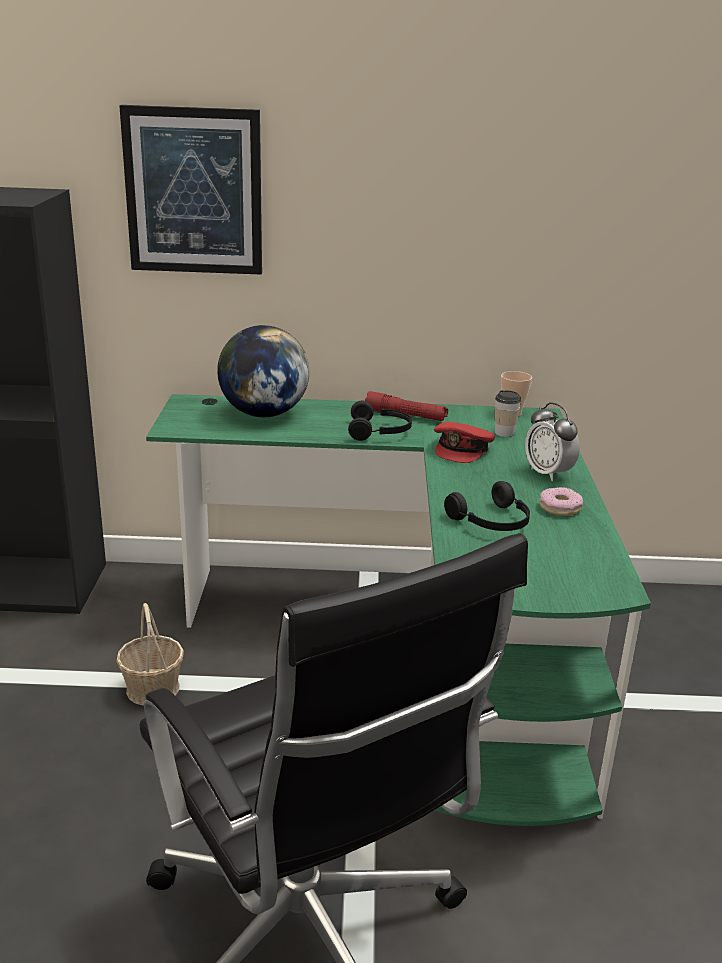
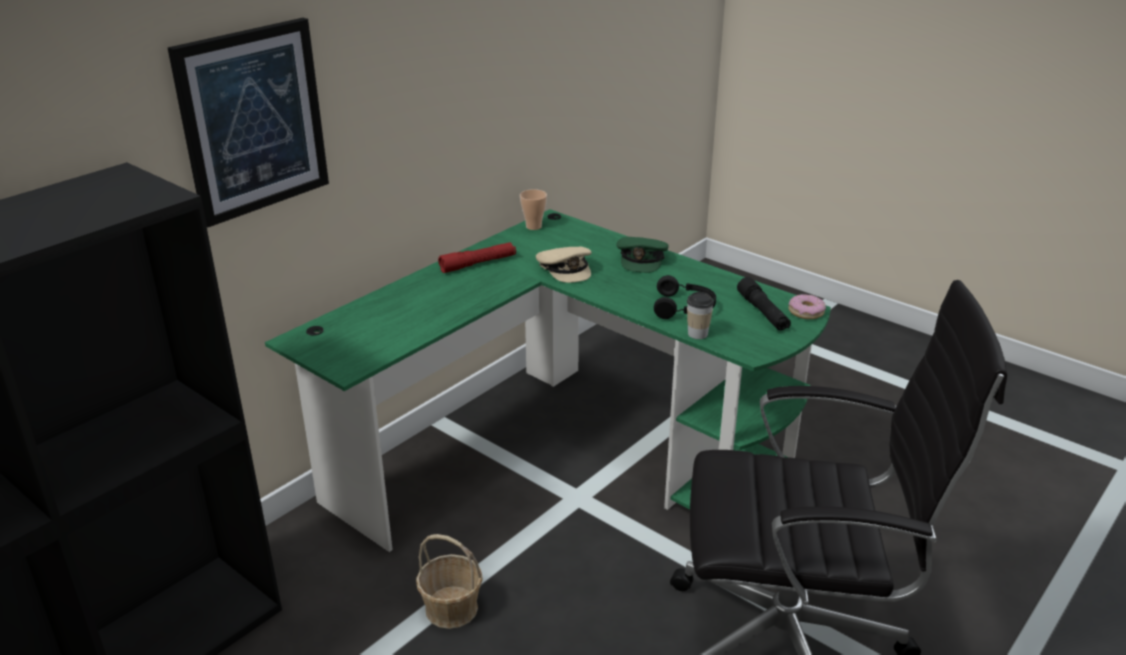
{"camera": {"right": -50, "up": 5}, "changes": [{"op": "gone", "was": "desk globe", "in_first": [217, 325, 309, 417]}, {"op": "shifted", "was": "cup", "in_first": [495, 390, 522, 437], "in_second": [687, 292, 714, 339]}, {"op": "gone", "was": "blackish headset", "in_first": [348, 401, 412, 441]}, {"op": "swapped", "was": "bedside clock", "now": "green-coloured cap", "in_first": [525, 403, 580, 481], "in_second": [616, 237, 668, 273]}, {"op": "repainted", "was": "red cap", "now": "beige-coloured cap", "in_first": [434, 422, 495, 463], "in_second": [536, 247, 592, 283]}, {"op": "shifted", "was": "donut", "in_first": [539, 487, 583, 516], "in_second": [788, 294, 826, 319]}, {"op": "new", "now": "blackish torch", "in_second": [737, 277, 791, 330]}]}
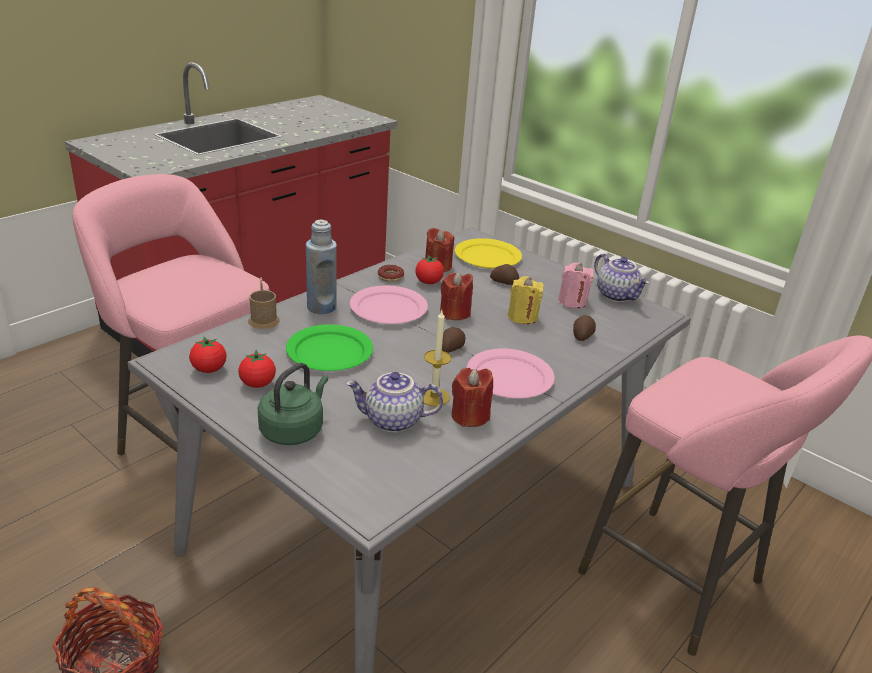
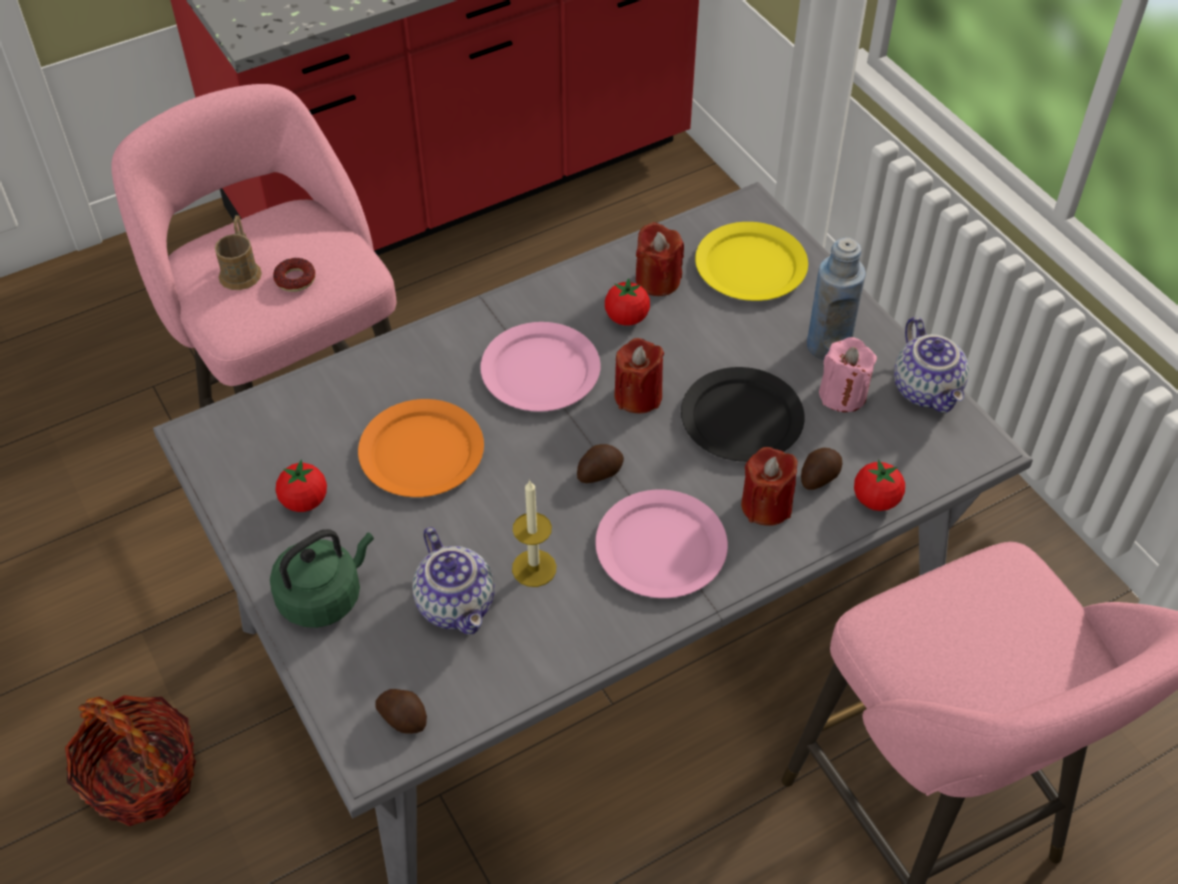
{"camera": {"right": 20, "up": 20}, "changes": [{"op": "shifted", "was": "blue beverage bottle", "in_first": [306, 220, 337, 314], "in_second": [807, 238, 866, 360]}, {"op": "shifted", "was": "spud", "in_first": [490, 264, 519, 285], "in_second": [375, 689, 427, 734]}, {"op": "shifted", "was": "donut", "in_first": [378, 265, 404, 282], "in_second": [273, 258, 315, 292]}, {"op": "swapped", "was": "yellow-coloured wax light", "now": "blackish plate", "in_first": [508, 276, 544, 324], "in_second": [681, 367, 805, 462]}, {"op": "shifted", "was": "brown-coloured tea mug", "in_first": [248, 277, 280, 329], "in_second": [215, 215, 262, 290]}, {"op": "repainted", "was": "green-coloured plate", "now": "orangey plate", "in_first": [286, 325, 373, 371], "in_second": [358, 399, 484, 497]}, {"op": "shifted", "was": "whole tomato", "in_first": [189, 337, 227, 373], "in_second": [854, 460, 905, 511]}, {"op": "shifted", "was": "red wax light", "in_first": [451, 368, 493, 427], "in_second": [741, 447, 798, 526]}, {"op": "rotated", "was": "tea pot", "in_first": [346, 372, 443, 433], "in_second": [412, 527, 495, 635], "clockwise": -135}]}
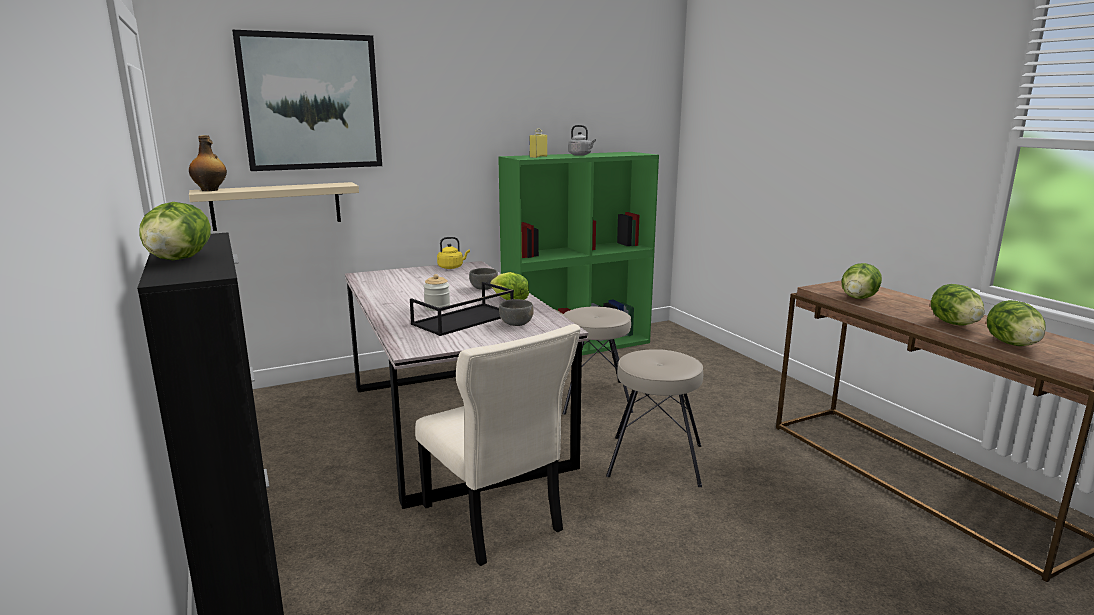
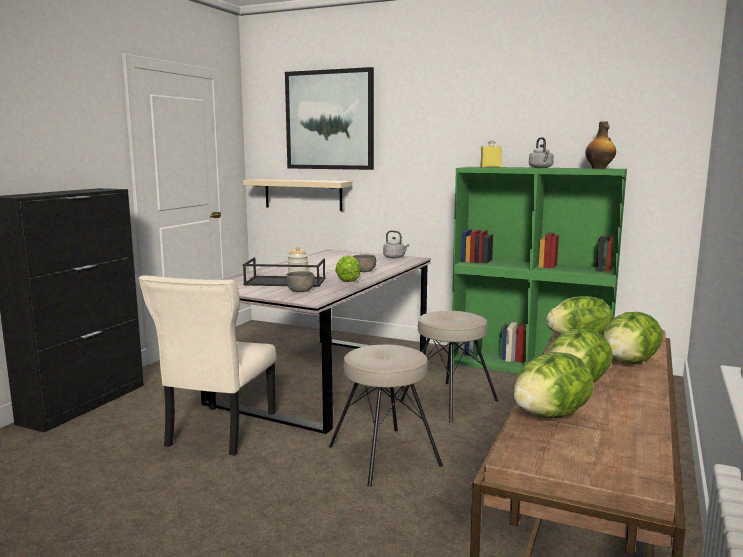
{"camera": {"right": 50, "up": -5}, "changes": [{"op": "shifted", "was": "beverage bottle", "in_first": [189, 135, 227, 191], "in_second": [585, 121, 616, 169]}, {"op": "shifted", "was": "lettuce", "in_first": [139, 202, 211, 260], "in_second": [603, 312, 663, 364]}, {"op": "repainted", "was": "yellow-coloured kettle", "now": "grey kettle", "in_first": [437, 237, 470, 269], "in_second": [383, 230, 409, 258]}]}
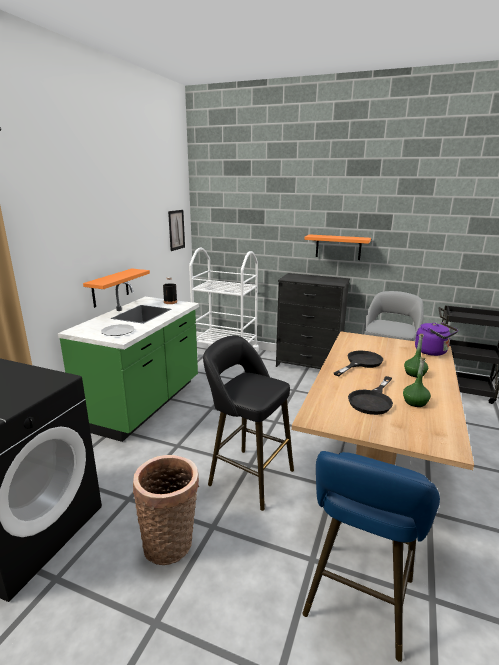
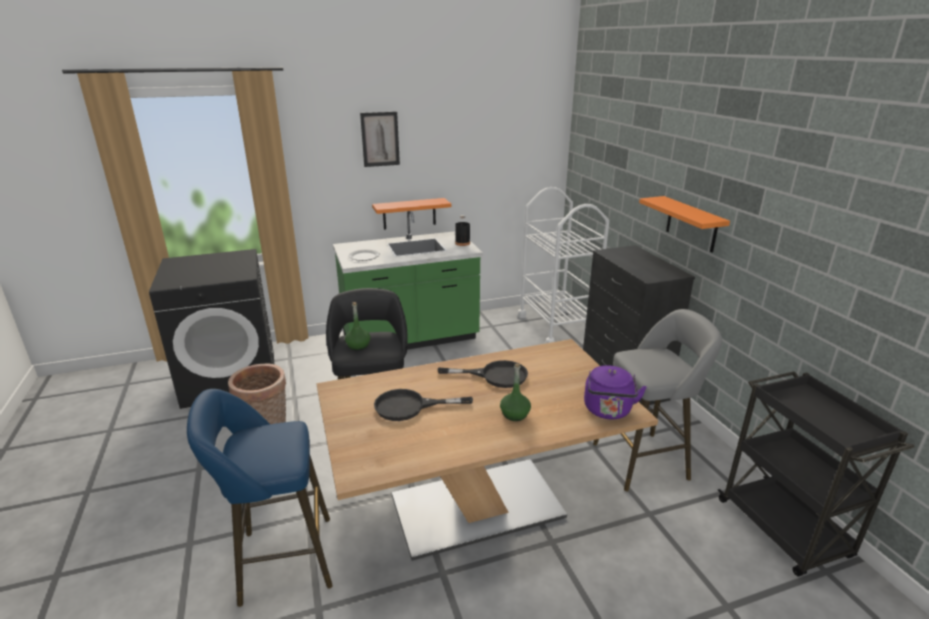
{"camera": {"right": 50, "up": 5}, "changes": [{"op": "shifted", "was": "wall picture", "in_first": [168, 210, 185, 251], "in_second": [360, 112, 400, 167]}, {"op": "shifted", "was": "green-coloured beverage bottle", "in_first": [403, 357, 431, 407], "in_second": [345, 302, 370, 350]}]}
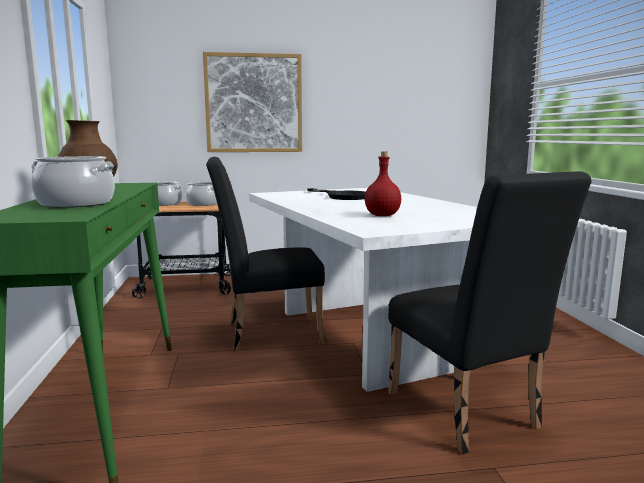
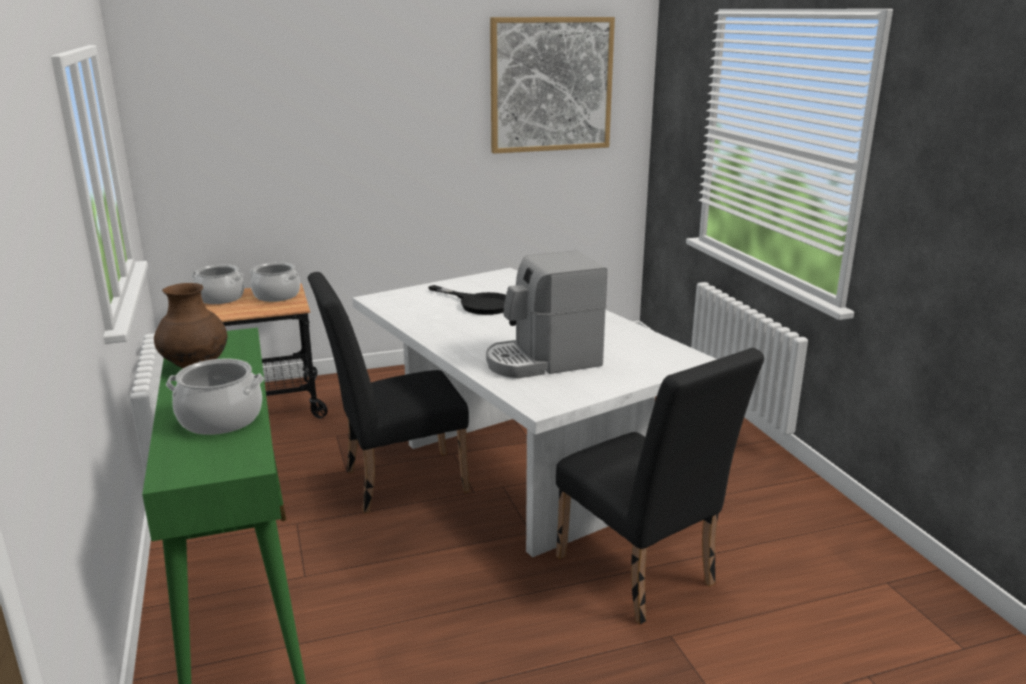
{"camera": {"right": -10, "up": 10}, "changes": [{"op": "shifted", "was": "wall picture", "in_first": [203, 52, 302, 152], "in_second": [490, 17, 615, 154]}, {"op": "swapped", "was": "red beverage bottle", "now": "coffee maker", "in_first": [365, 152, 401, 216], "in_second": [486, 250, 607, 378]}]}
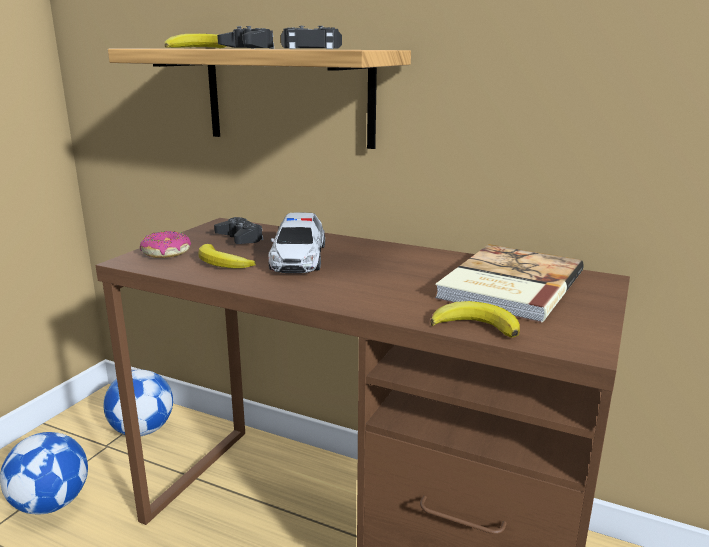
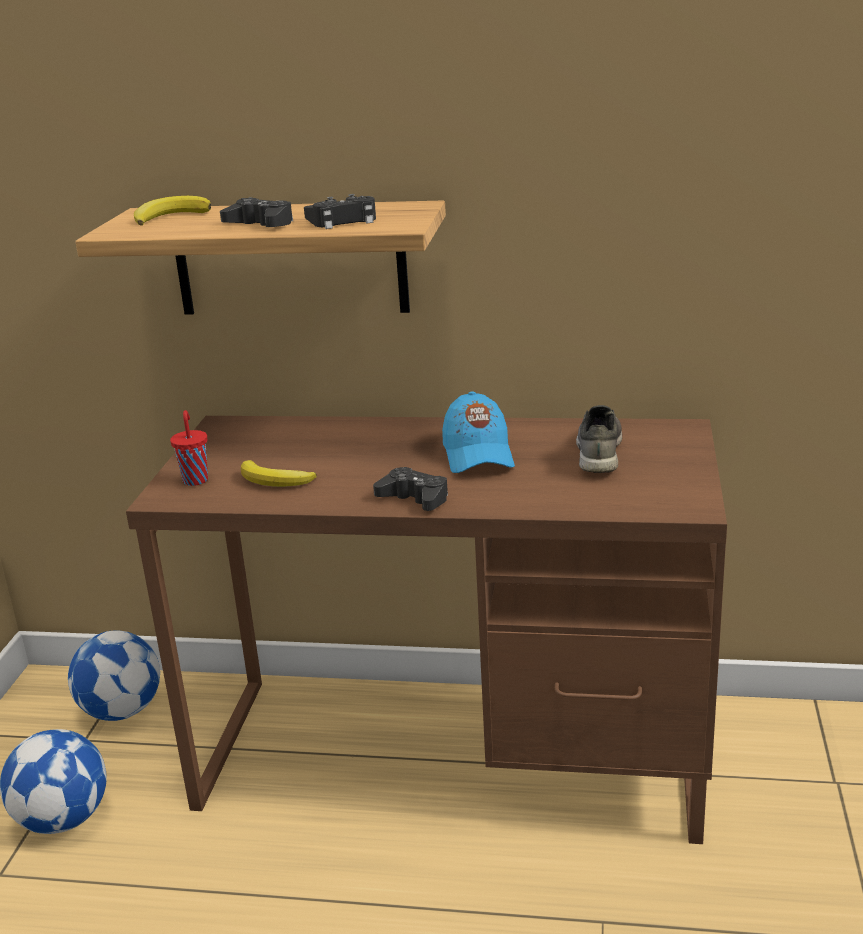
{"camera": {"right": -15, "up": 5}, "changes": [{"op": "gone", "was": "toy car", "in_first": [269, 212, 325, 273]}, {"op": "shifted", "was": "blackish joypad", "in_first": [214, 217, 264, 244], "in_second": [373, 467, 448, 511]}, {"op": "swapped", "was": "donut", "now": "red cup", "in_first": [140, 231, 191, 258], "in_second": [170, 410, 208, 486]}, {"op": "swapped", "was": "volume", "now": "grey shoe", "in_first": [435, 244, 584, 323], "in_second": [576, 405, 622, 473]}, {"op": "gone", "was": "whole banana", "in_first": [430, 301, 520, 338]}, {"op": "new", "now": "blue cap", "in_second": [442, 391, 515, 473]}]}
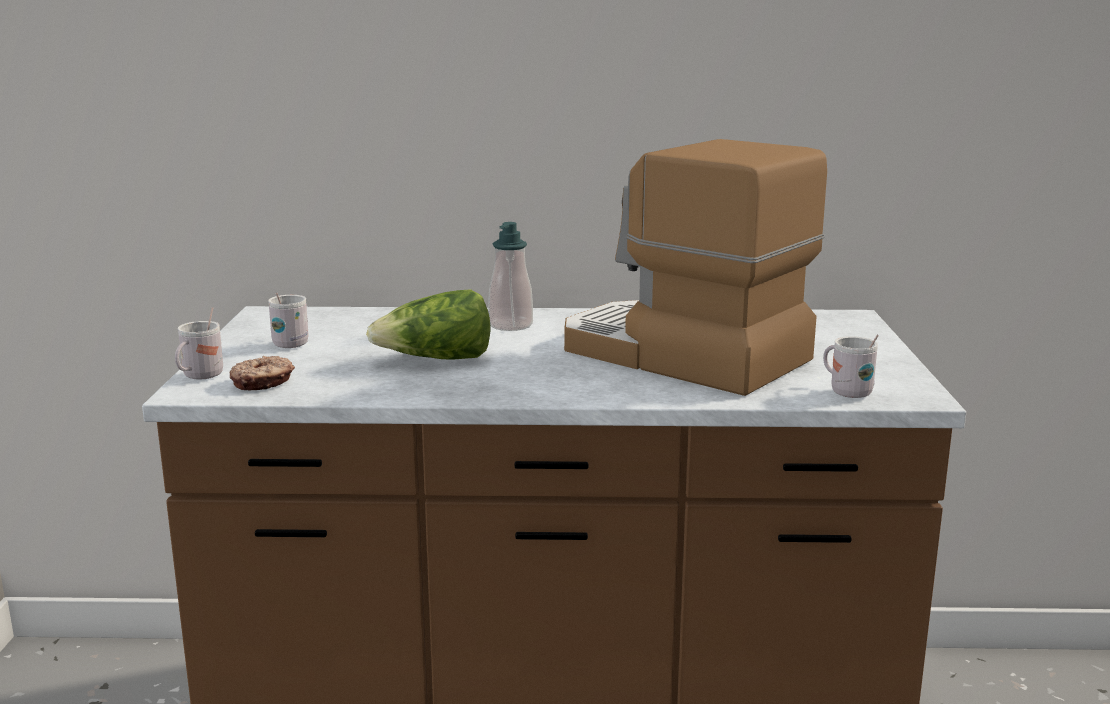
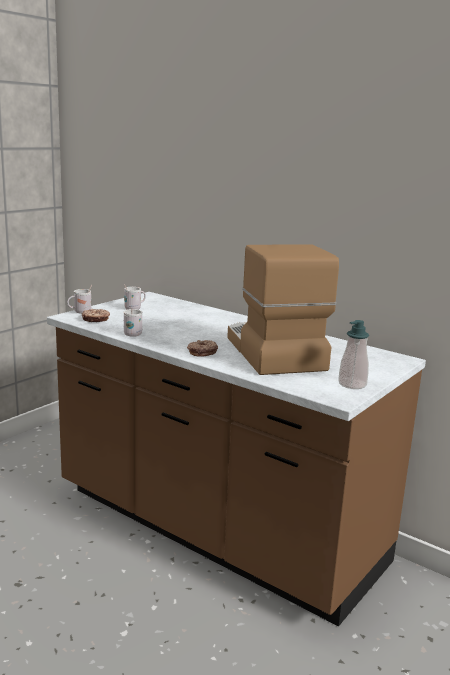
{"camera": {"right": 35, "up": 0}, "changes": [{"op": "shifted", "was": "soap dispenser", "in_first": [488, 222, 533, 331], "in_second": [338, 320, 369, 389]}, {"op": "gone", "was": "lettuce", "in_first": [366, 289, 490, 360]}, {"op": "shifted", "was": "white tea mug", "in_first": [823, 335, 879, 398], "in_second": [124, 308, 142, 337]}, {"op": "new", "now": "donut", "in_second": [187, 340, 218, 357]}]}
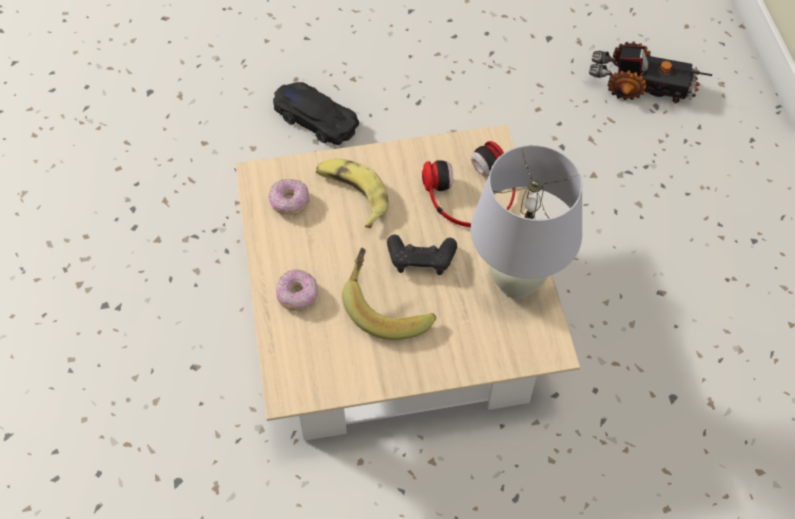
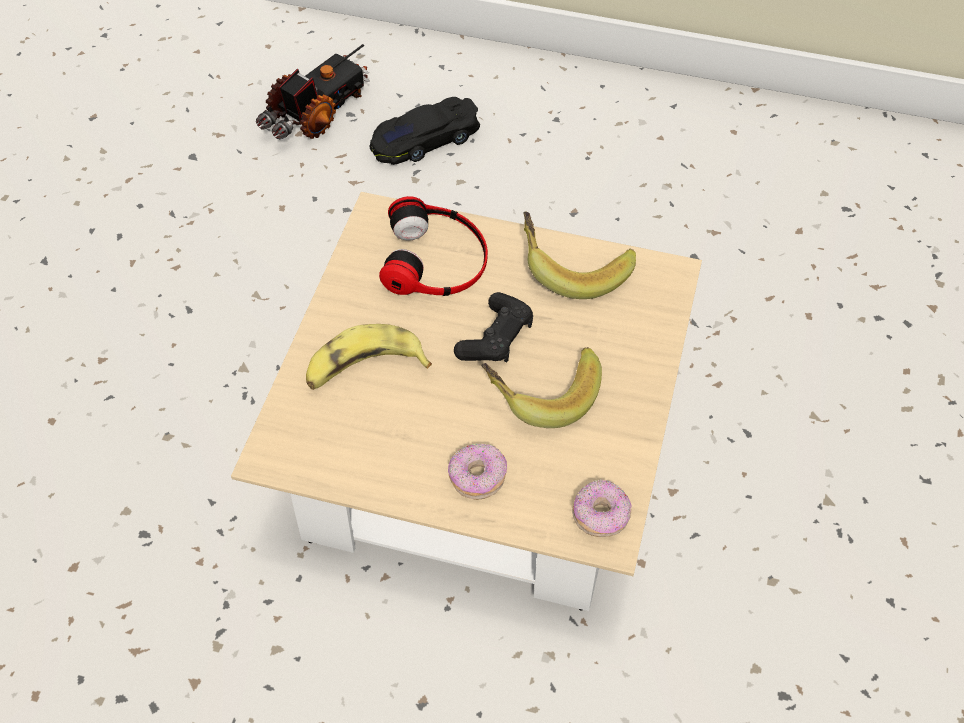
{"camera": {"right": -65, "up": -5}, "changes": [{"op": "shifted", "was": "blackish toy car", "in_first": [273, 82, 359, 145], "in_second": [370, 97, 480, 165]}, {"op": "swapped", "was": "white tabletop lamp", "now": "whole banana", "in_first": [471, 145, 583, 298], "in_second": [524, 212, 636, 299]}, {"op": "shifted", "was": "donut", "in_first": [269, 179, 310, 215], "in_second": [572, 479, 631, 537]}]}
